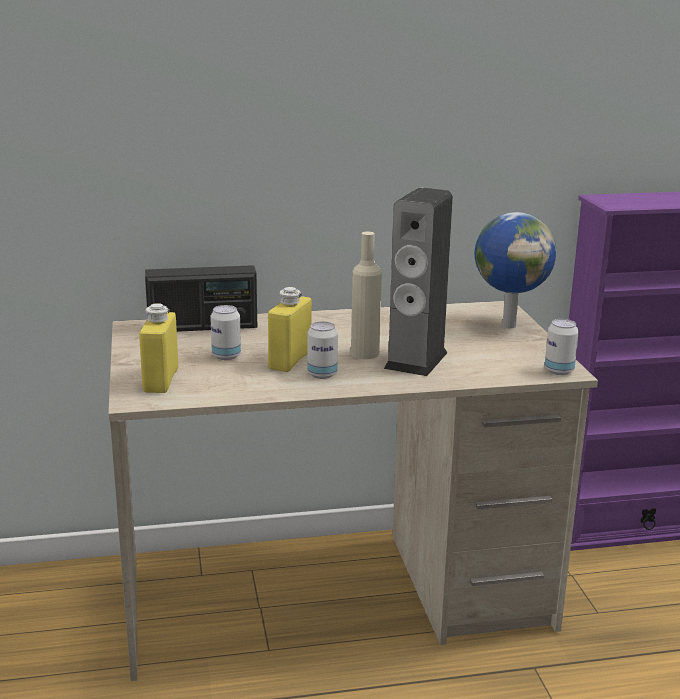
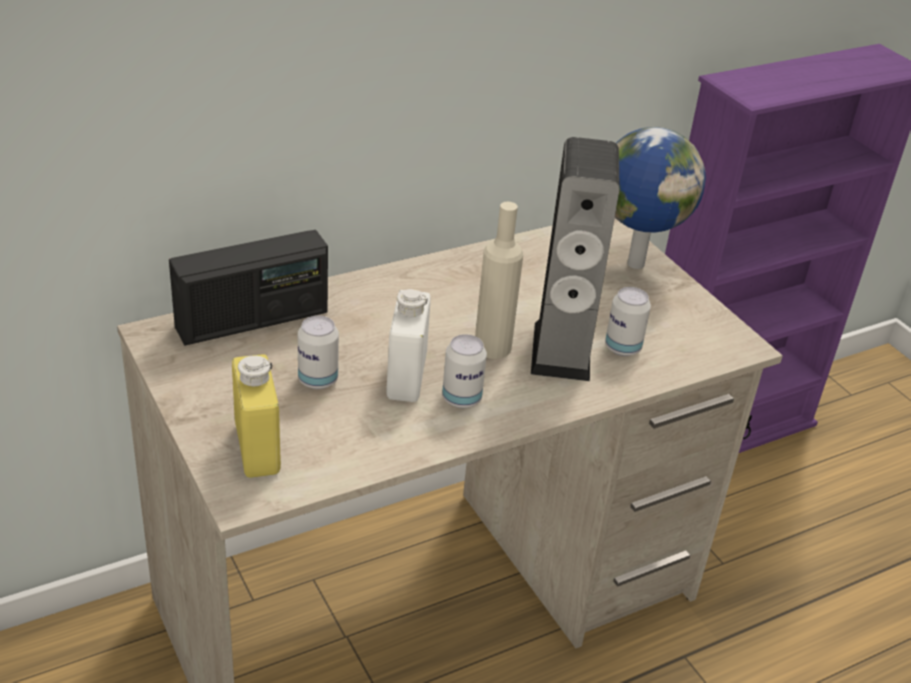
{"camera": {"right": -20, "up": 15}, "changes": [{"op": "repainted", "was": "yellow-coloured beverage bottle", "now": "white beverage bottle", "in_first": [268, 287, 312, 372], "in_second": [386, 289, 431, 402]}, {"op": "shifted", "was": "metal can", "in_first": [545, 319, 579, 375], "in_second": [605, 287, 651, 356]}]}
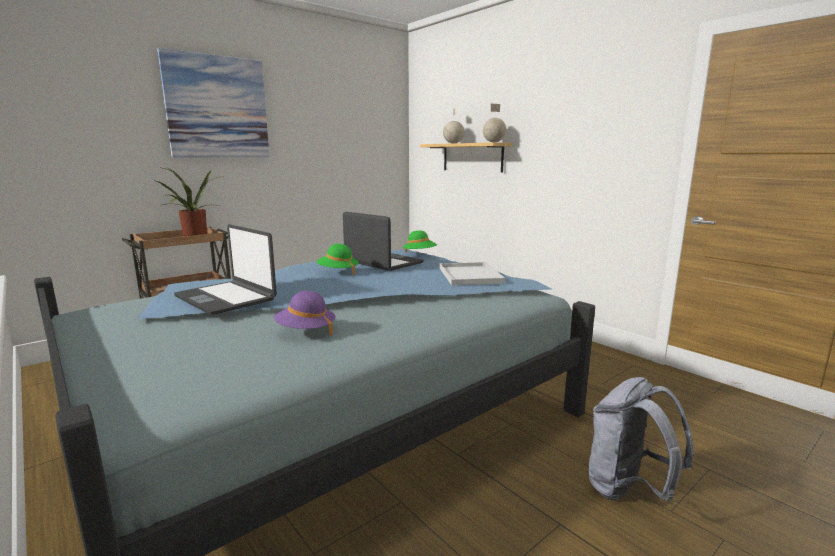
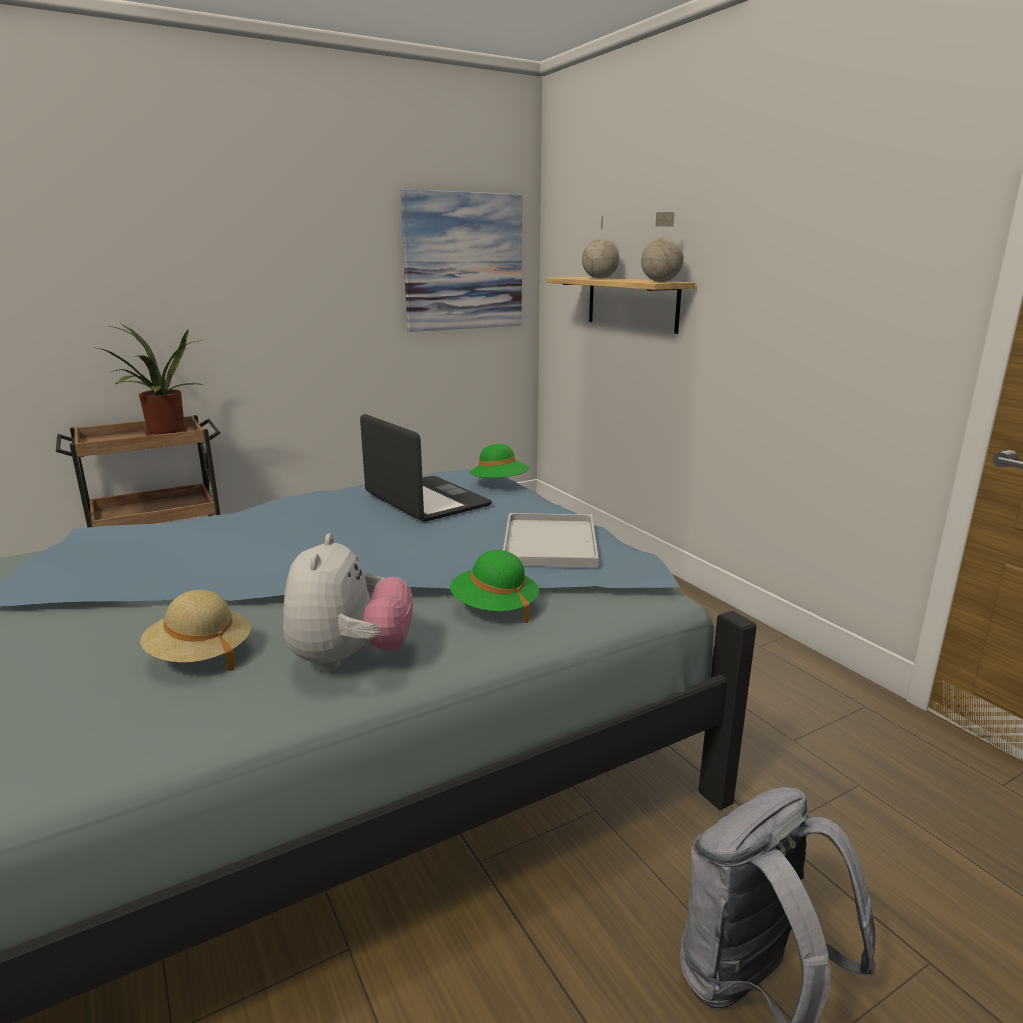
{"camera": {"right": 10, "up": 5}, "changes": [{"op": "shifted", "was": "wall picture", "in_first": [157, 48, 269, 158], "in_second": [401, 189, 522, 332]}, {"op": "gone", "was": "portable computer", "in_first": [174, 224, 277, 315]}, {"op": "shifted", "was": "green-coloured hat", "in_first": [317, 244, 359, 275], "in_second": [450, 550, 539, 623]}, {"op": "repainted", "was": "purple-coloured hat", "now": "beige-coloured hat", "in_first": [274, 291, 336, 336], "in_second": [140, 590, 251, 671]}, {"op": "new", "now": "plush toy", "in_second": [283, 533, 413, 672]}]}
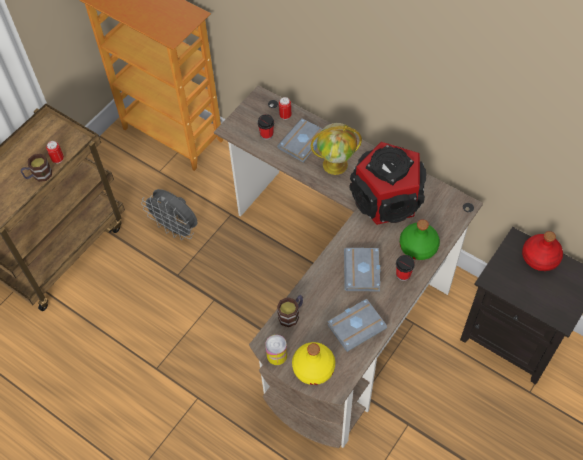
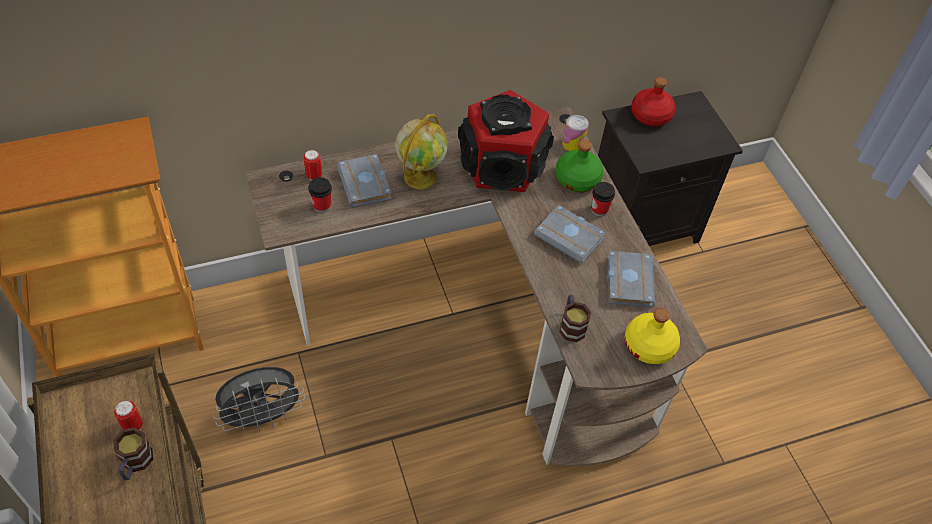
{"camera": {"right": -60, "up": -5}, "changes": [{"op": "shifted", "was": "metal can", "in_first": [265, 335, 287, 365], "in_second": [562, 115, 589, 151]}]}
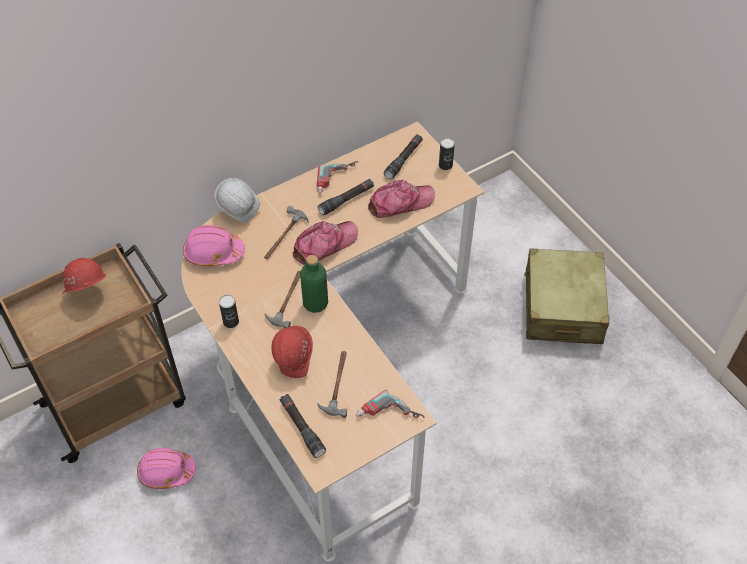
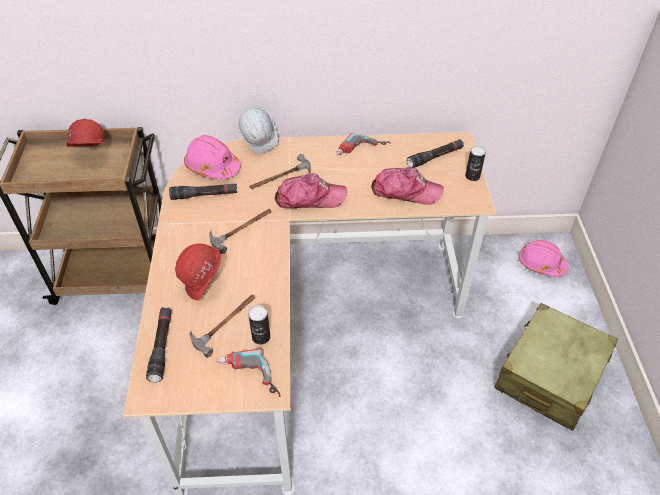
{"camera": {"right": 30, "up": -5}, "changes": [{"op": "shifted", "was": "blackish torch", "in_first": [318, 179, 374, 216], "in_second": [169, 184, 237, 200]}, {"op": "gone", "was": "green-coloured beverage bottle", "in_first": [300, 255, 328, 313]}, {"op": "shifted", "was": "metal can", "in_first": [219, 295, 239, 328], "in_second": [248, 305, 270, 345]}, {"op": "shifted", "was": "pink-coloured work helmet", "in_first": [137, 448, 196, 489], "in_second": [518, 240, 568, 277]}]}
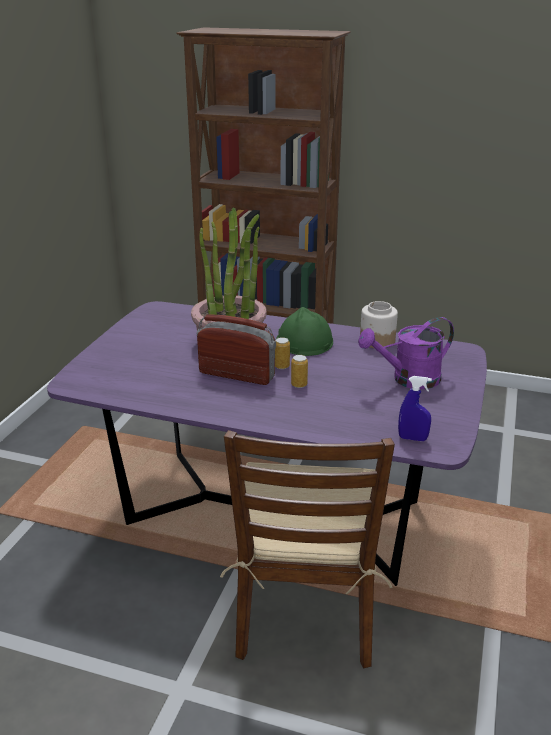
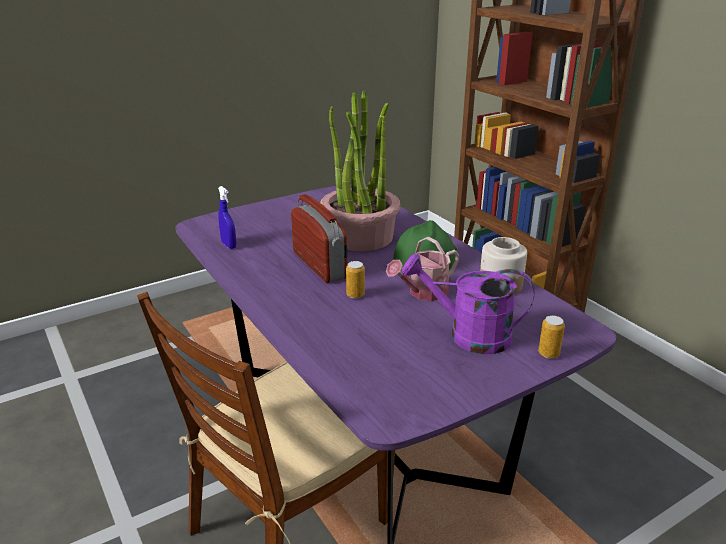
{"camera": {"right": 40, "up": 0}, "changes": [{"op": "shifted", "was": "metal can", "in_first": [275, 337, 290, 369], "in_second": [538, 315, 565, 359]}, {"op": "shifted", "was": "blue hand sprayer", "in_first": [398, 376, 432, 441], "in_second": [218, 186, 236, 249]}, {"op": "new", "now": "watering pot", "in_second": [386, 237, 459, 301]}]}
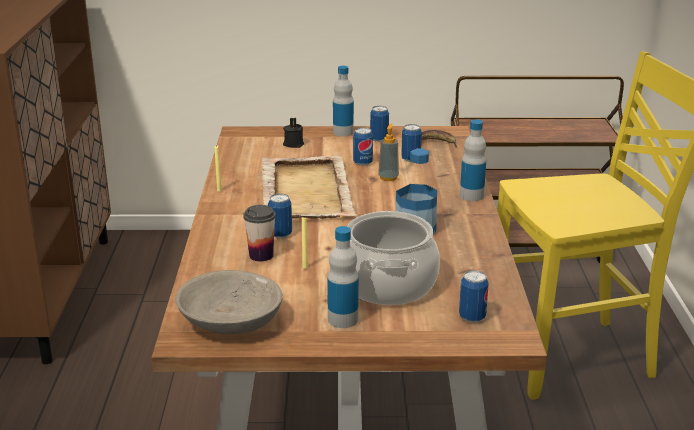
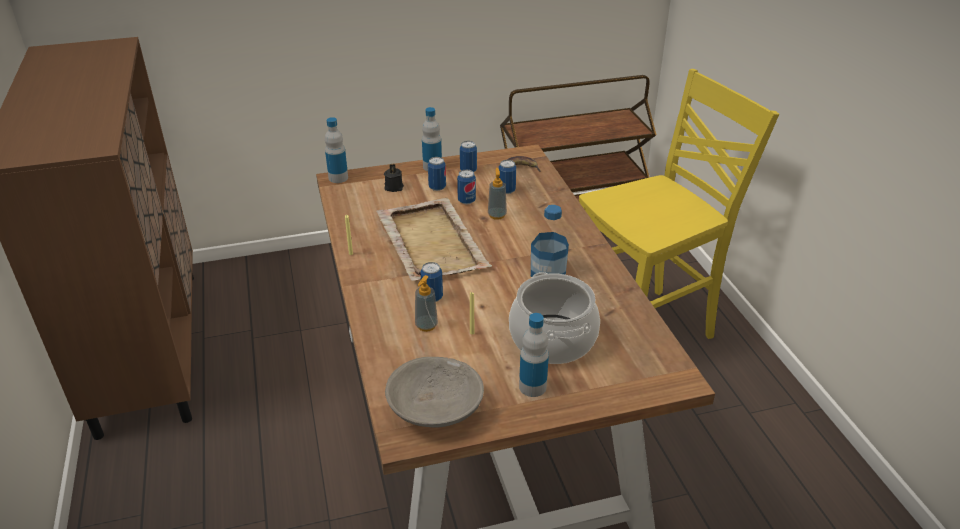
{"camera": {"right": -15, "up": 10}, "changes": [{"op": "shifted", "was": "beverage bottle", "in_first": [460, 119, 486, 201], "in_second": [325, 117, 348, 183]}, {"op": "swapped", "was": "cup", "now": "soap dispenser", "in_first": [243, 205, 276, 262], "in_second": [415, 275, 438, 332]}, {"op": "shifted", "was": "metal can", "in_first": [459, 270, 489, 322], "in_second": [428, 157, 446, 191]}]}
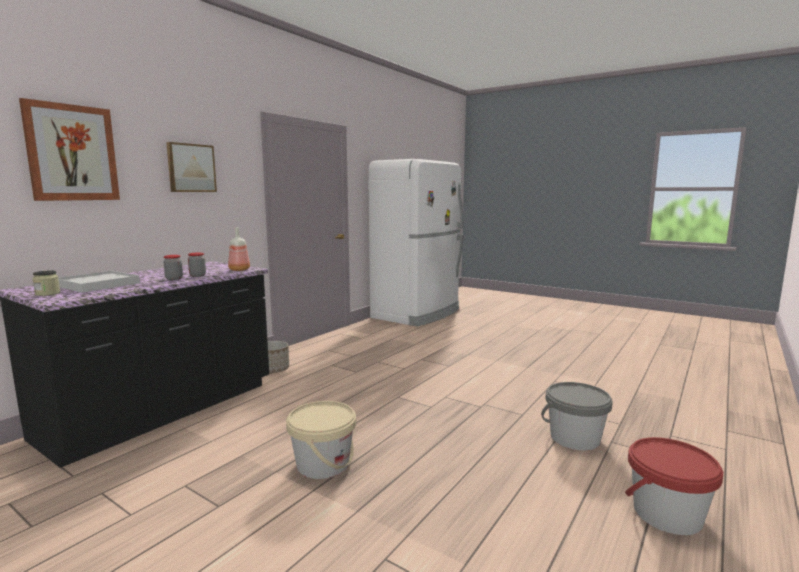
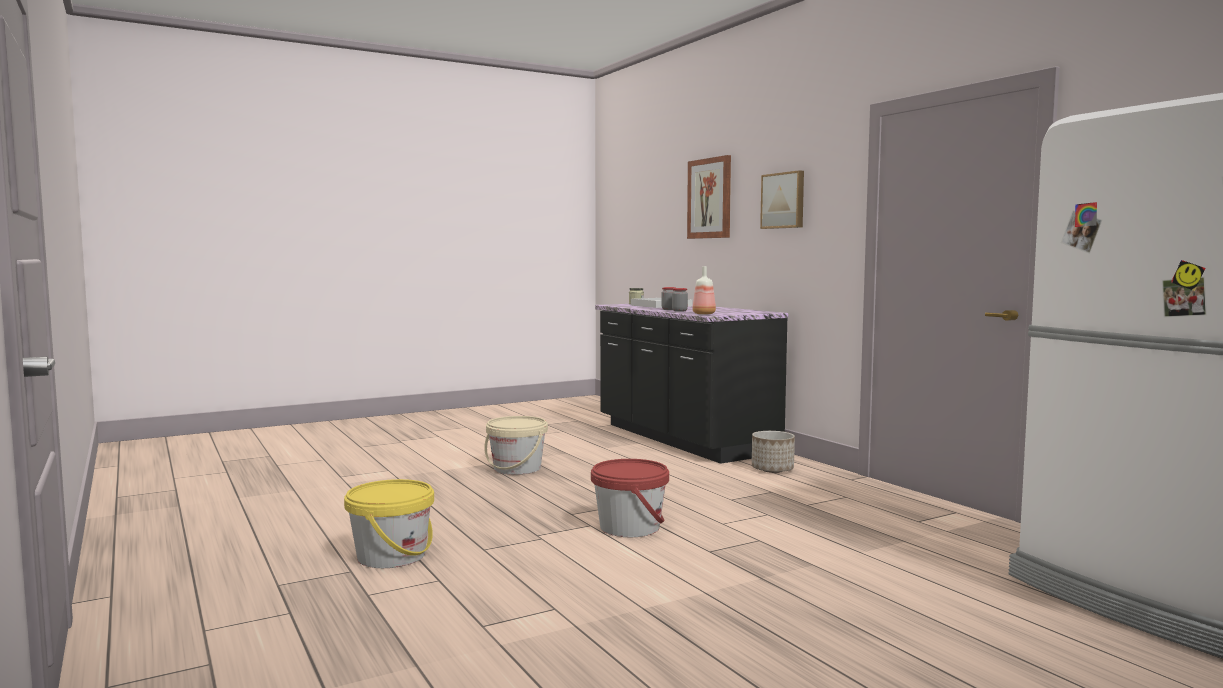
{"camera": {"right": 115, "up": -5}, "changes": [{"op": "repainted", "was": "grey bucket", "now": "yellow-coloured bucket", "in_first": [541, 382, 613, 451], "in_second": [344, 479, 434, 568]}, {"op": "shifted", "was": "red bucket", "in_first": [625, 437, 723, 535], "in_second": [591, 459, 669, 537]}]}
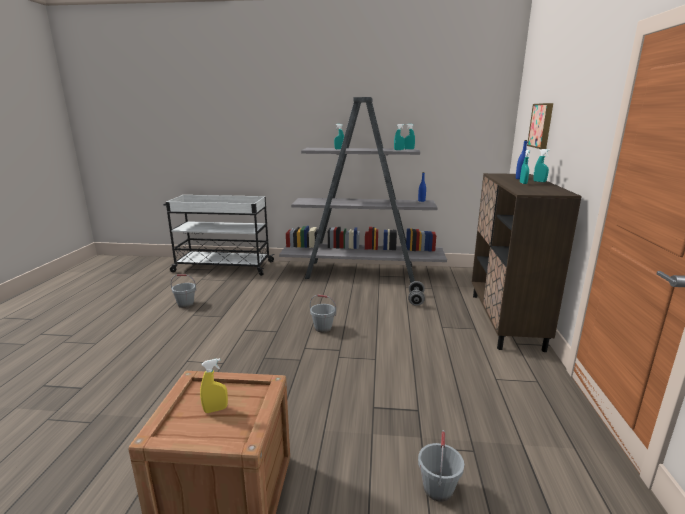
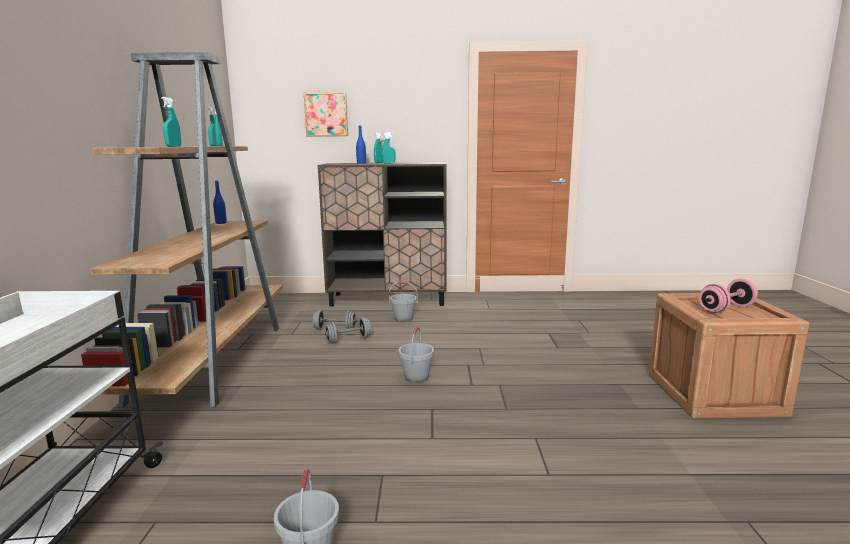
{"camera": {"right": -95, "up": -5}, "changes": [{"op": "repainted", "was": "grey bookcase", "now": "brown-coloured bookcase", "in_first": [279, 97, 447, 283], "in_second": [81, 52, 283, 408]}, {"op": "swapped", "was": "yellow-coloured hand sprayer", "now": "pink-coloured hand weight", "in_first": [200, 358, 228, 413], "in_second": [699, 278, 758, 314]}, {"op": "shifted", "was": "grey bucket", "in_first": [418, 430, 464, 502], "in_second": [389, 282, 418, 322]}, {"op": "new", "now": "grey hand weight", "in_second": [325, 317, 371, 344]}]}
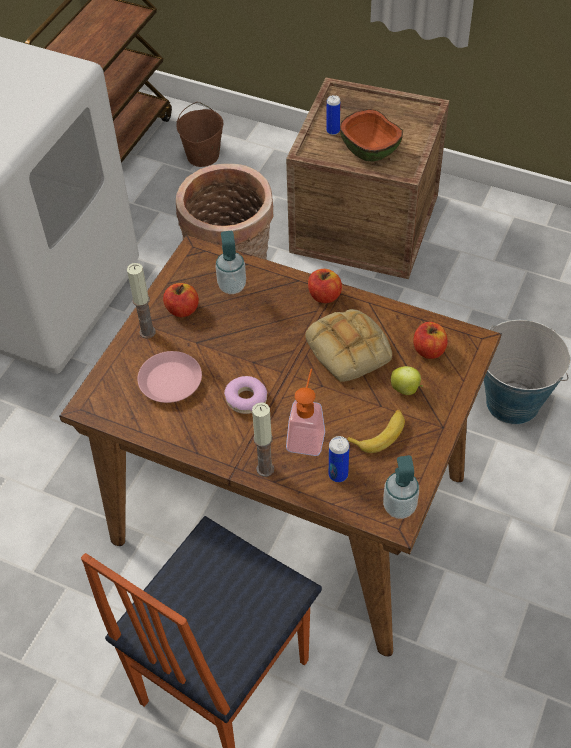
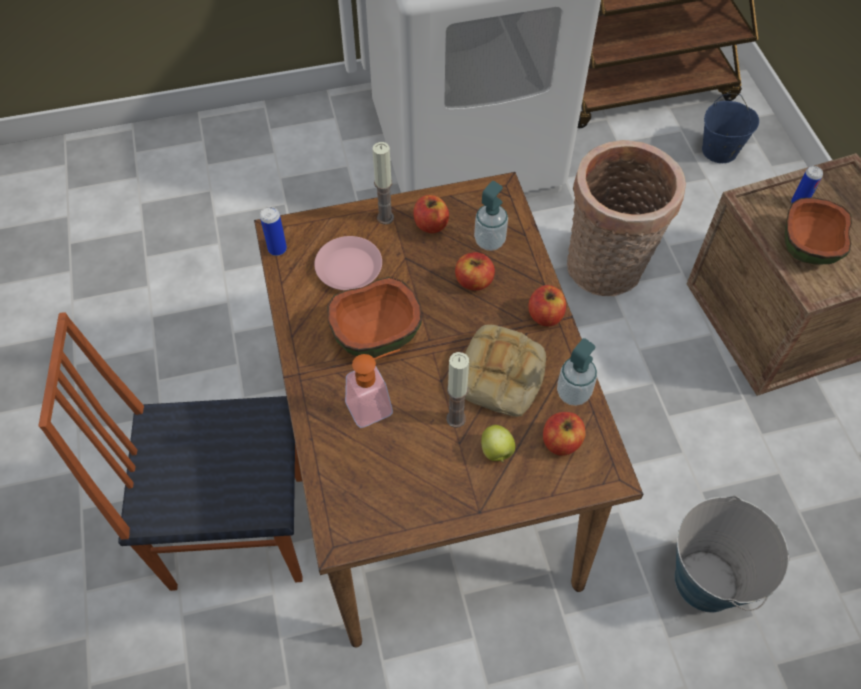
{"camera": {"right": 50, "up": 5}, "changes": [{"op": "repainted", "was": "brown-coloured bucket", "now": "blue bucket", "in_first": [176, 102, 223, 167], "in_second": [702, 93, 759, 163]}, {"op": "swapped", "was": "donut", "now": "serving bowl", "in_first": [224, 376, 267, 414], "in_second": [327, 277, 422, 357]}, {"op": "shifted", "was": "wax light", "in_first": [252, 402, 274, 477], "in_second": [446, 352, 469, 428]}, {"op": "gone", "was": "whole banana", "in_first": [346, 409, 405, 453]}, {"op": "shifted", "was": "metal can", "in_first": [329, 436, 349, 482], "in_second": [260, 207, 287, 256]}, {"op": "shifted", "was": "soap dispenser", "in_first": [383, 455, 419, 519], "in_second": [557, 338, 597, 406]}, {"op": "new", "now": "whole apple", "in_second": [455, 252, 495, 291]}]}
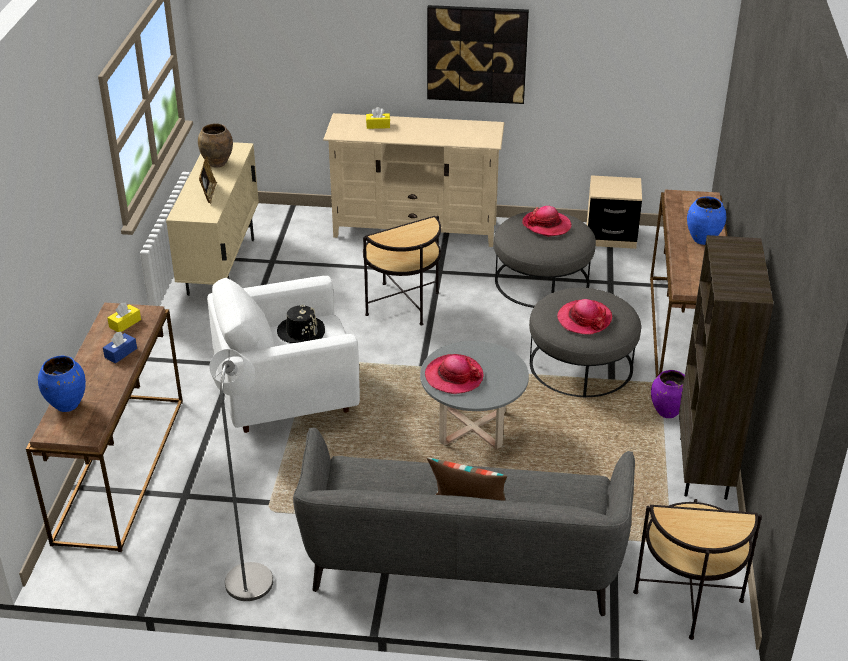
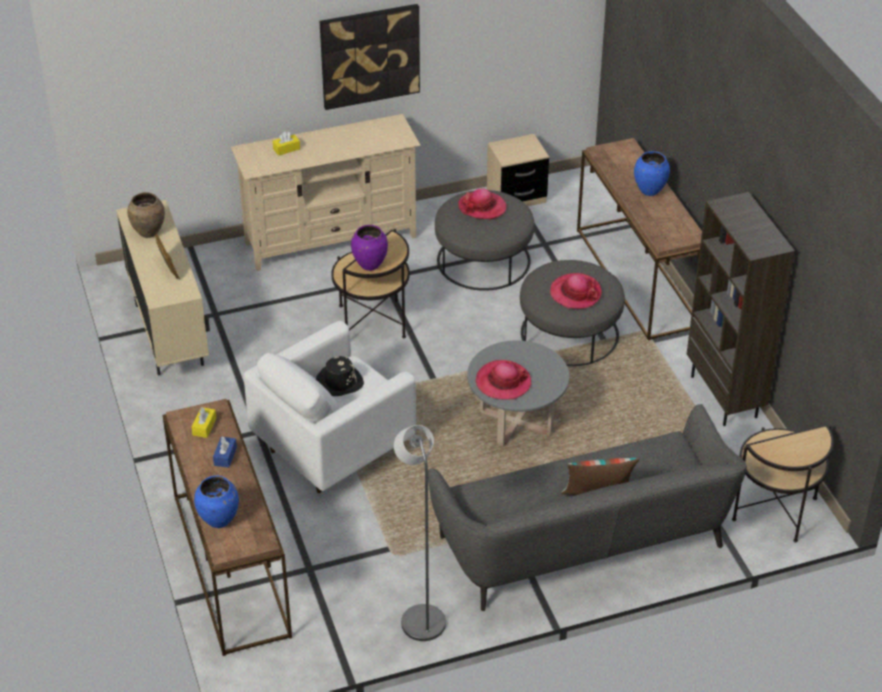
{"camera": {"right": -25, "up": 5}, "changes": [{"op": "shifted", "was": "purple-coloured flower vase", "in_first": [651, 370, 685, 418], "in_second": [351, 225, 388, 271]}]}
